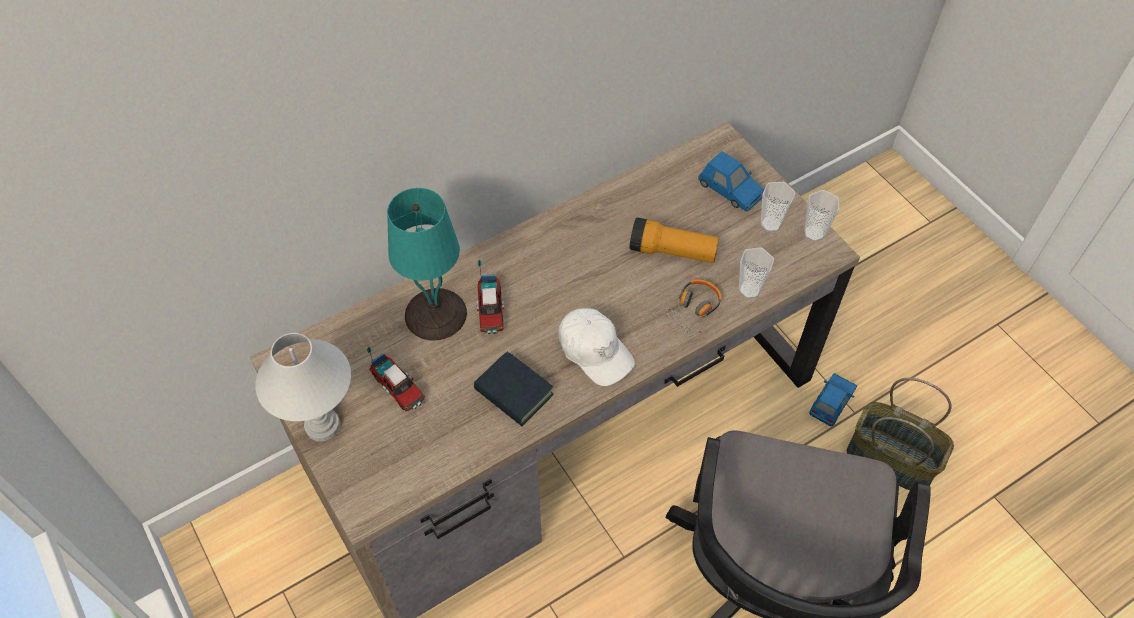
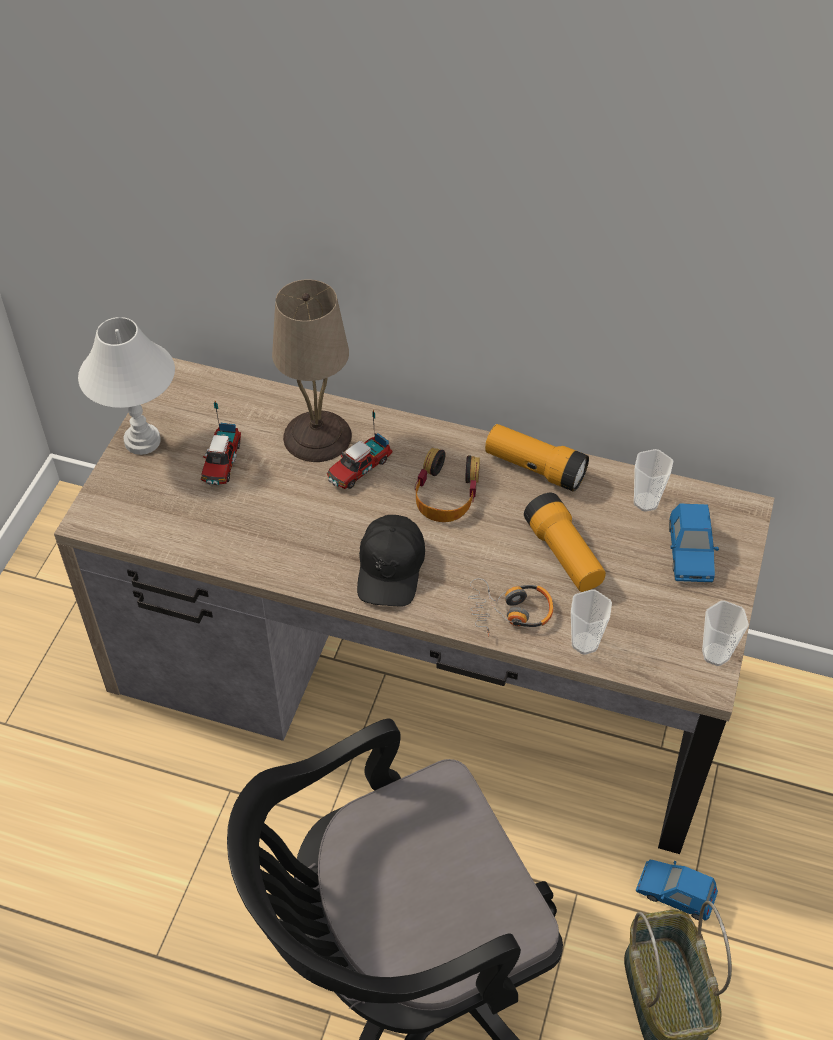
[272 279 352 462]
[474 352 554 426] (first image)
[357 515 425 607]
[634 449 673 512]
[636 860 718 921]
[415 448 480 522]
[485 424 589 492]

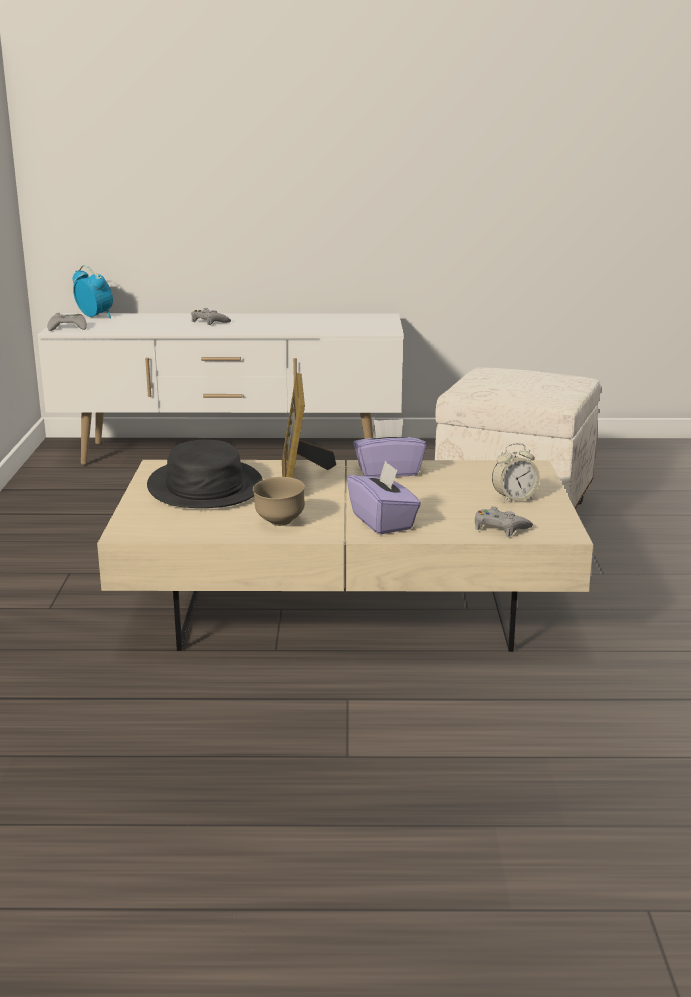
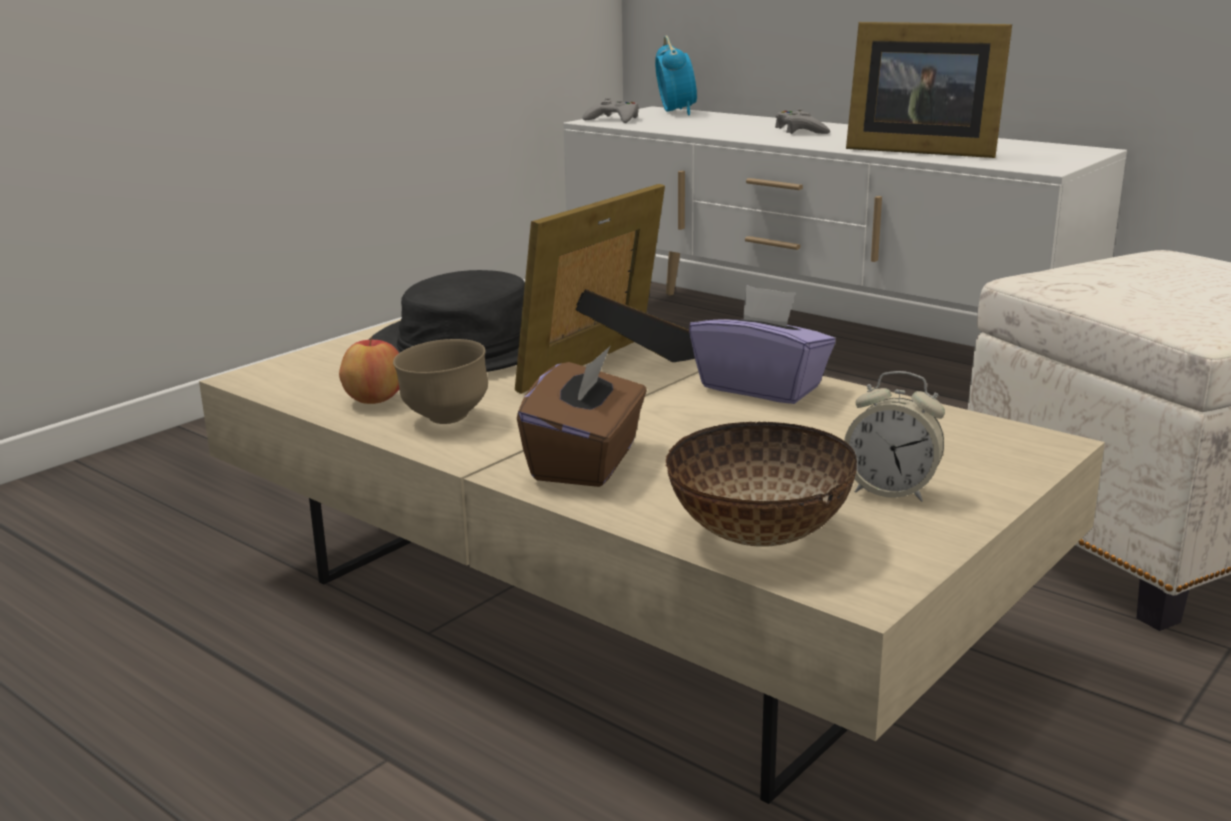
[517 346 647 487]
[666 422 857 547]
[339 335 399 404]
[846 22 1012 158]

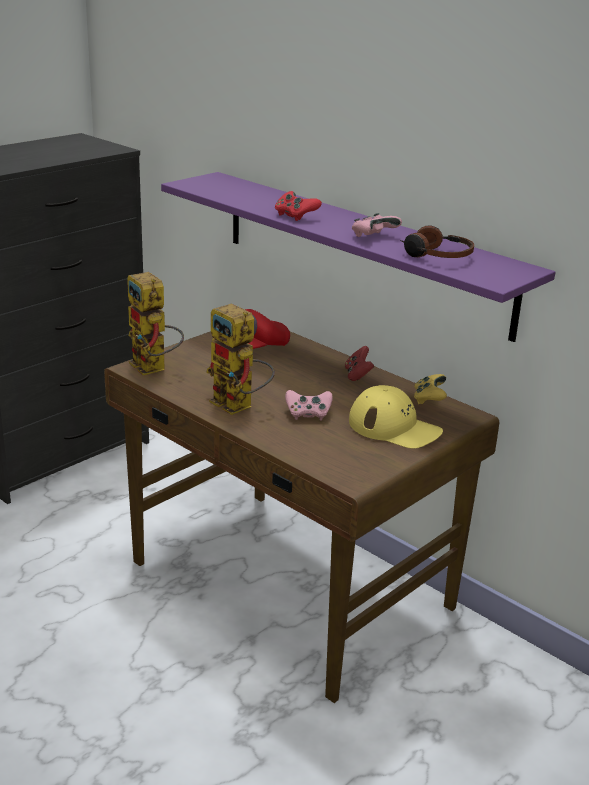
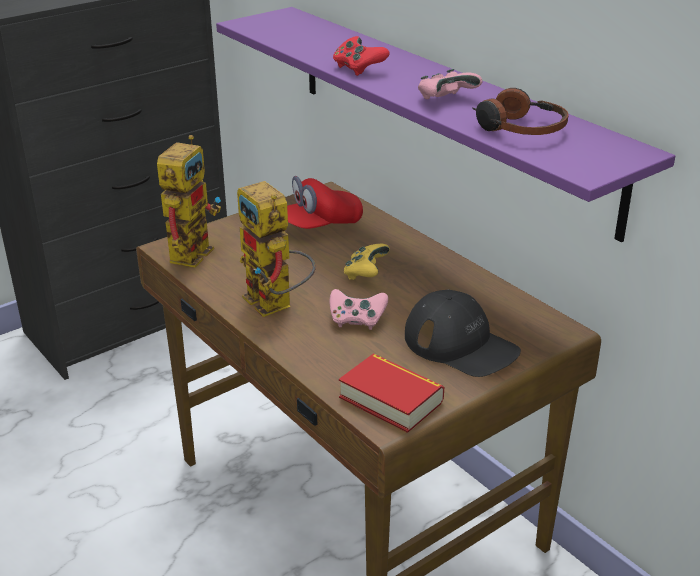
[157 135 221 268]
[345 346 374 381] (first image)
[405 289 521 377]
[344 244 390 280]
[339 353 444 433]

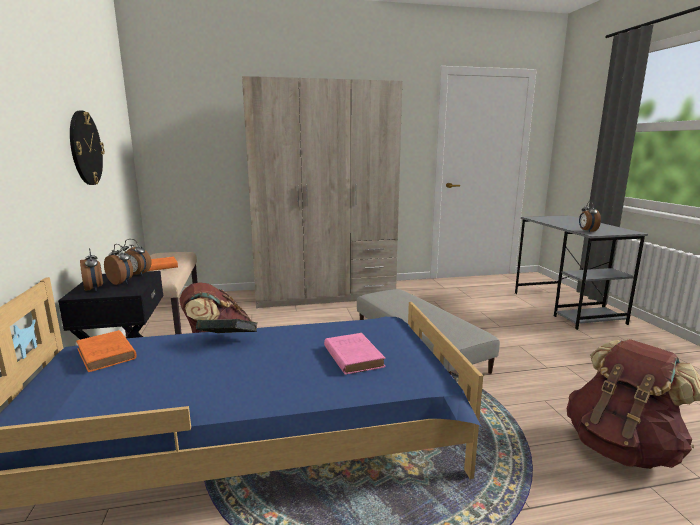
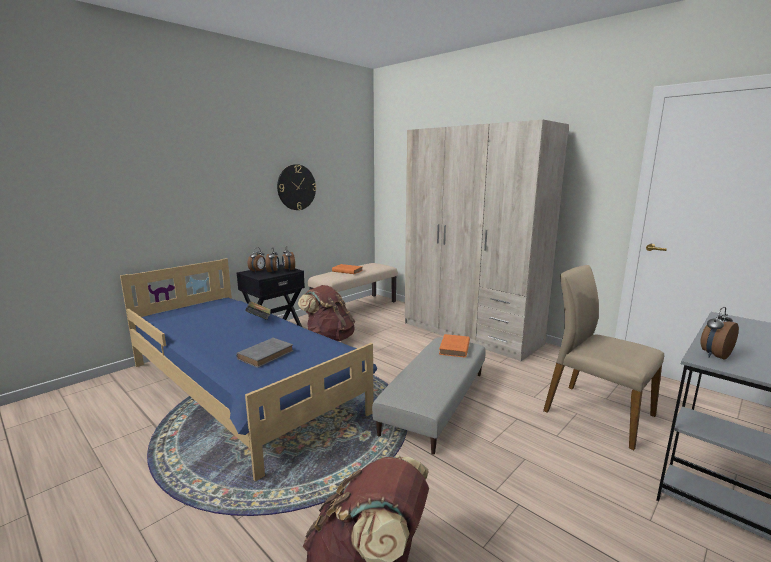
[439 334 470 358]
[236 338 294 368]
[543 265 664 450]

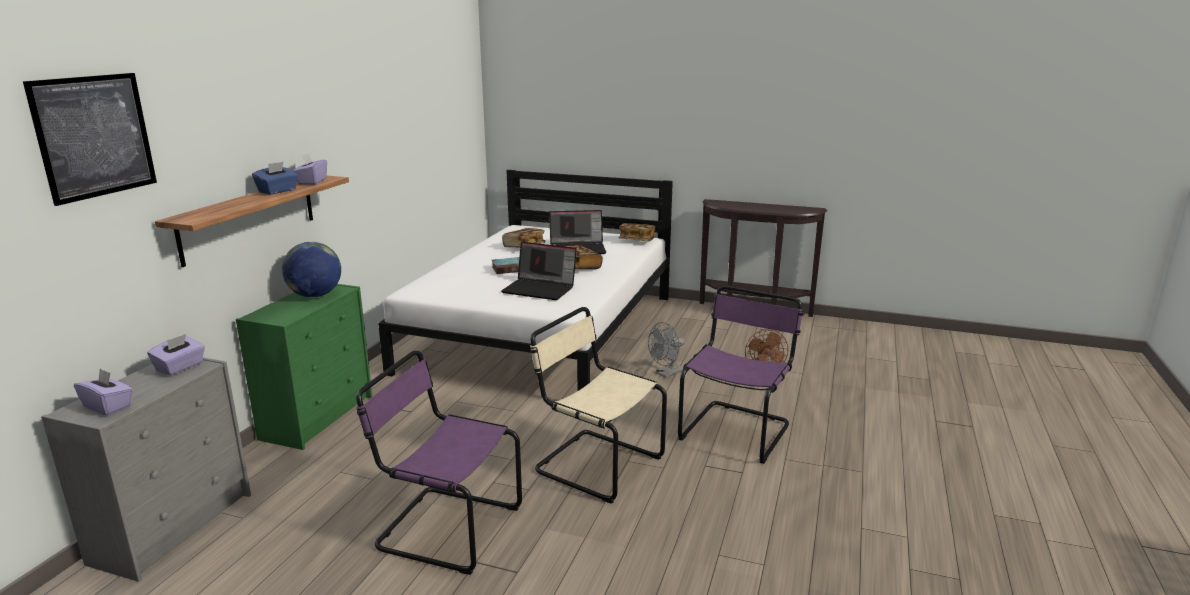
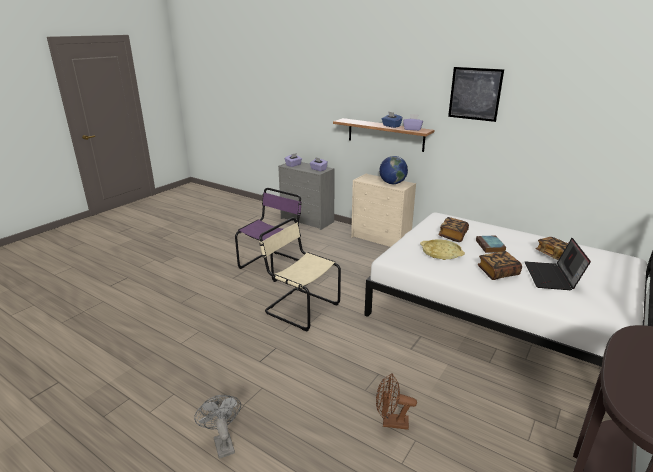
[448 67 504 122]
[351 173 416 247]
[420 239 465 260]
[259 218 341 332]
[438 217 469 242]
[194 395 241 459]
[678 285 803 464] (first image)

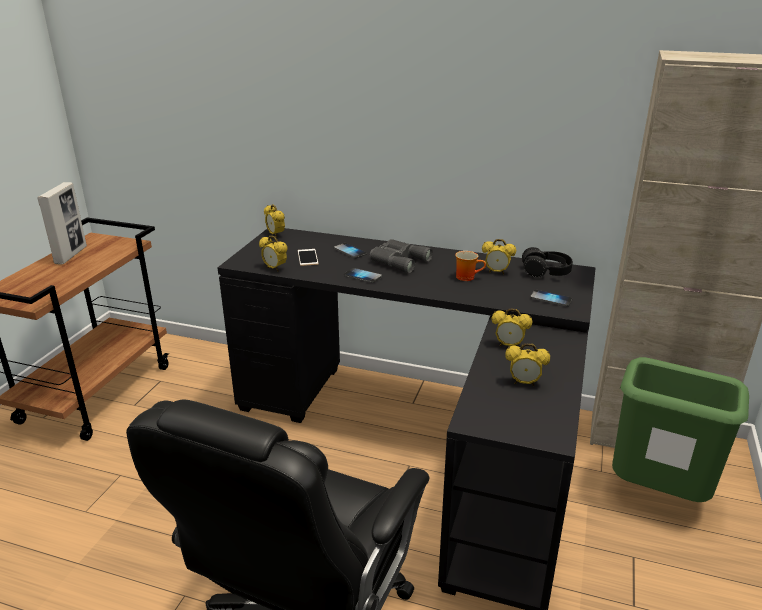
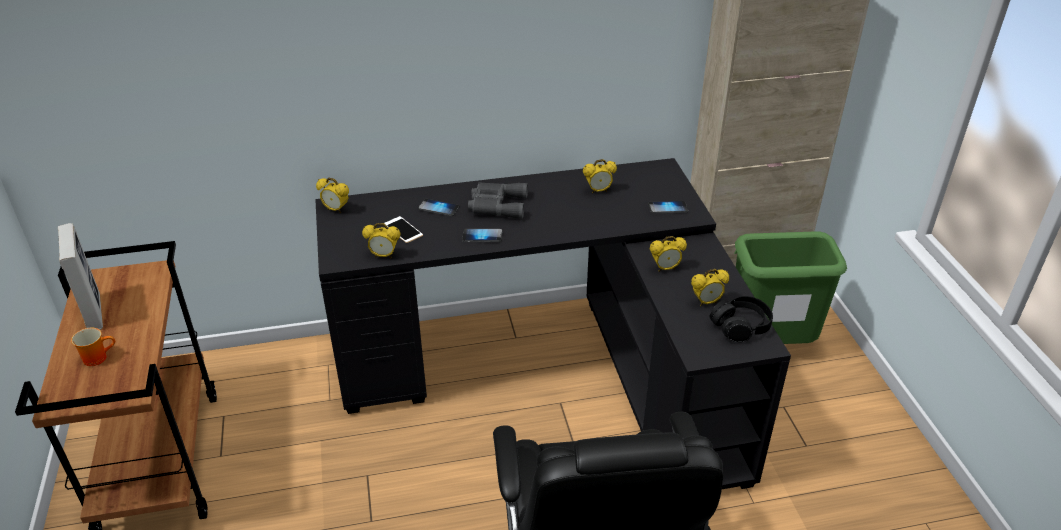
[71 328 115 366]
[709 296 773 342]

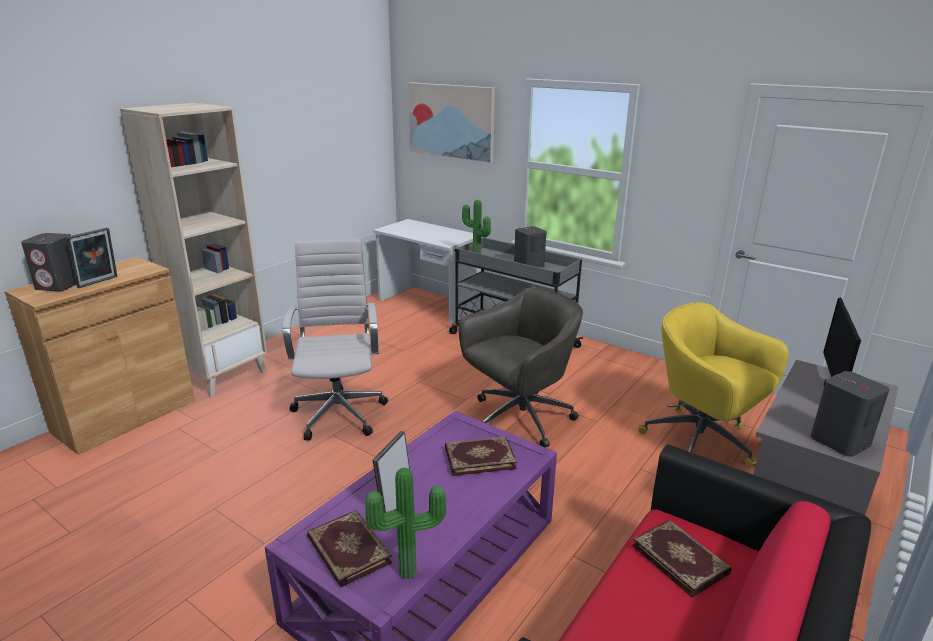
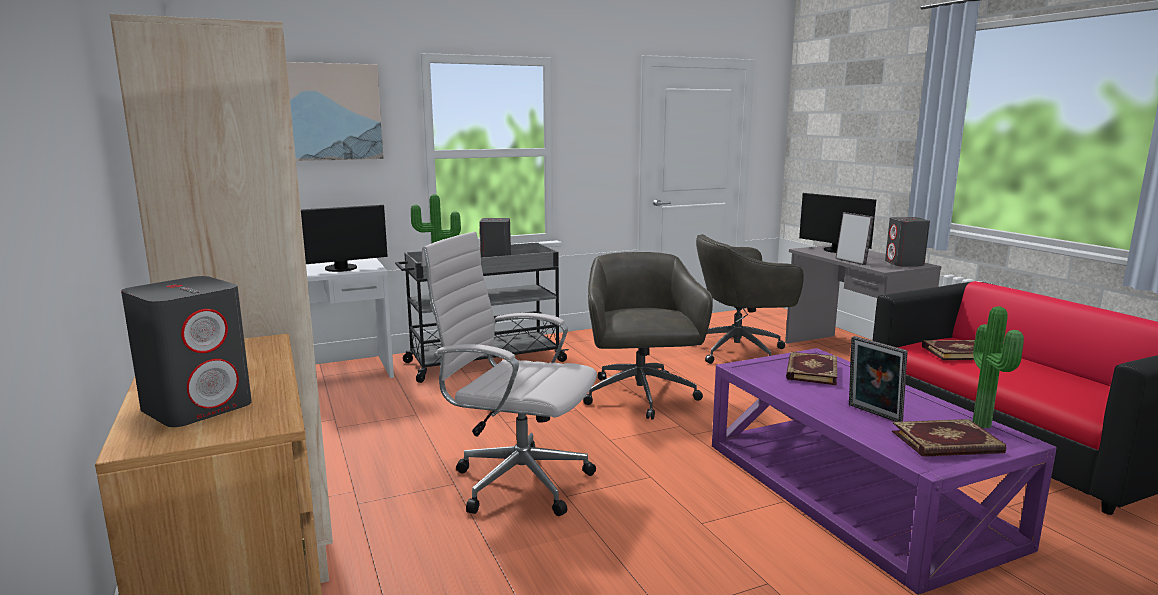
[835 212 874 265]
[696 234 804 364]
[301 205 388 272]

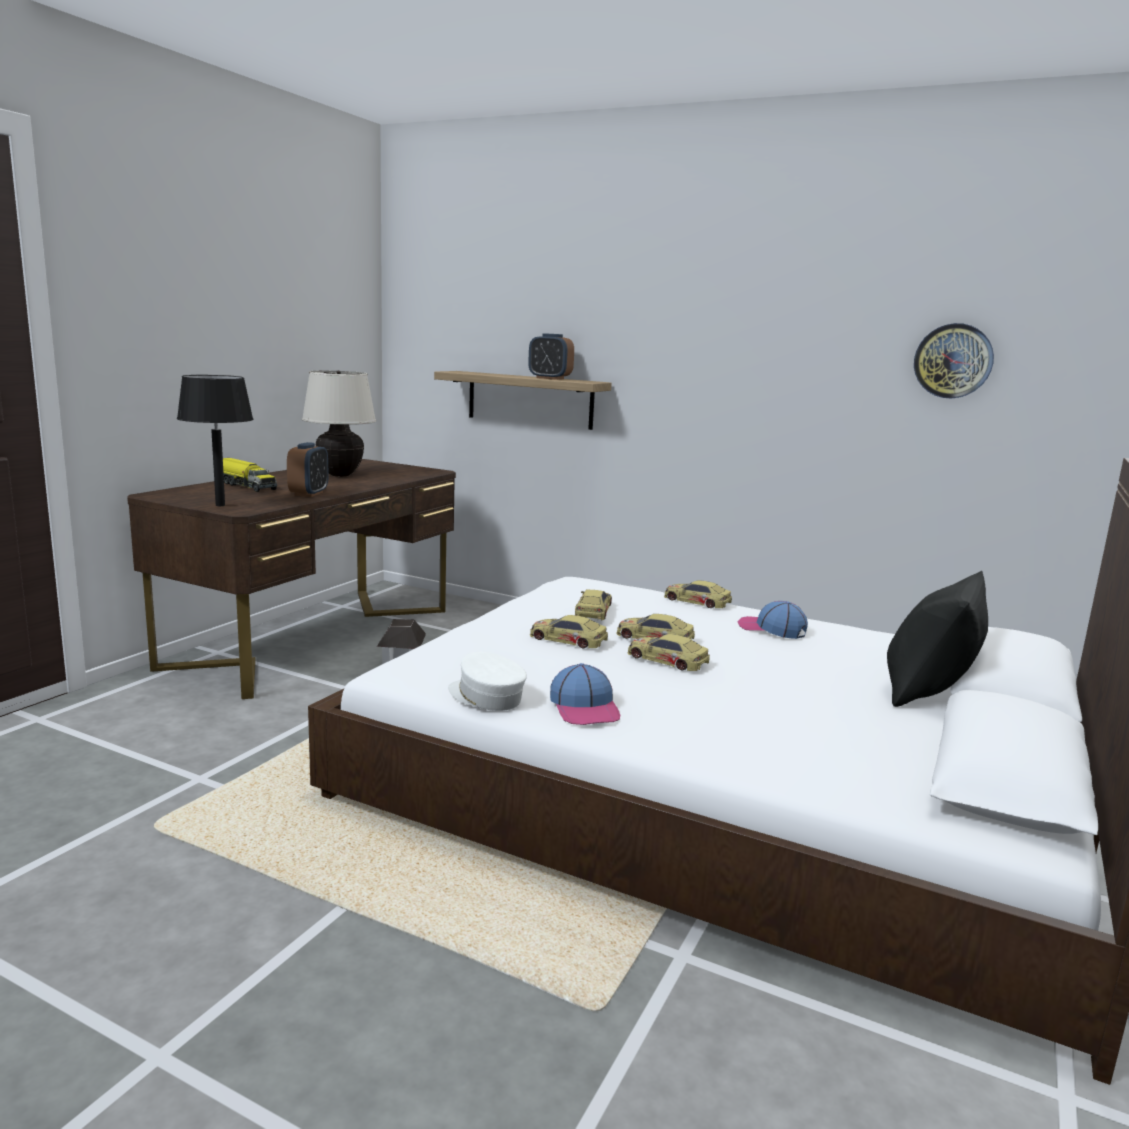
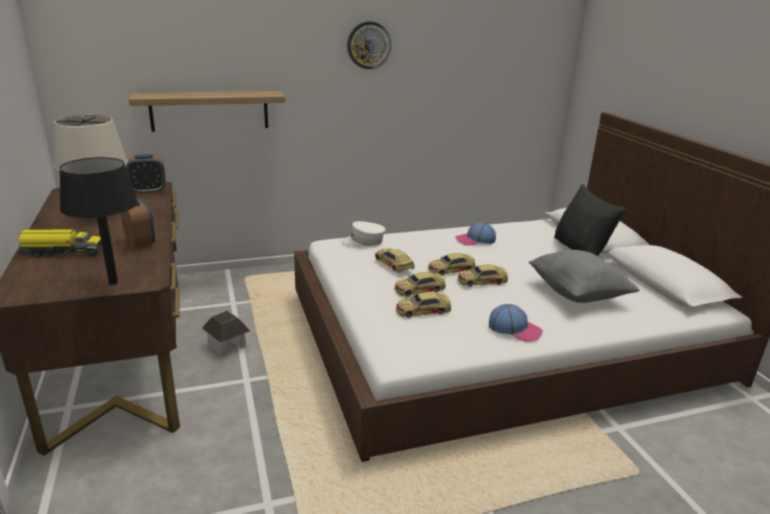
[341 221 386 247]
[126 154 166 194]
[396 292 451 318]
[347 21 391 69]
[529 250 640 303]

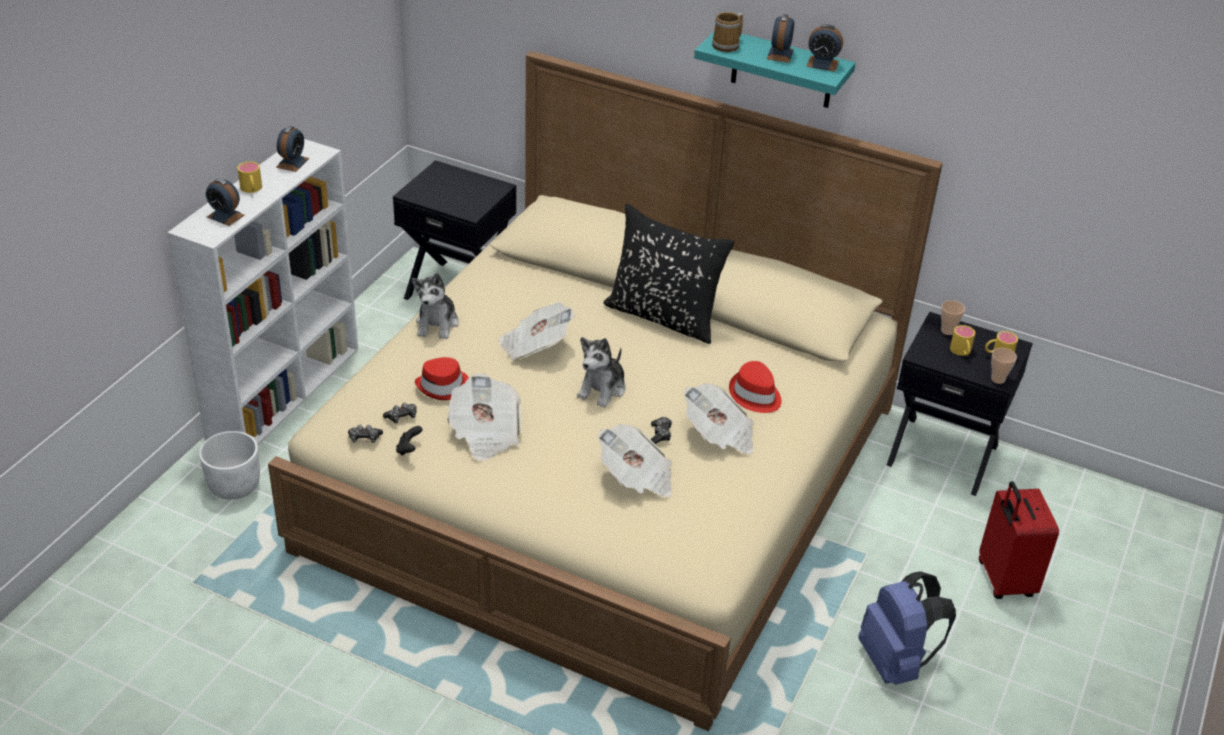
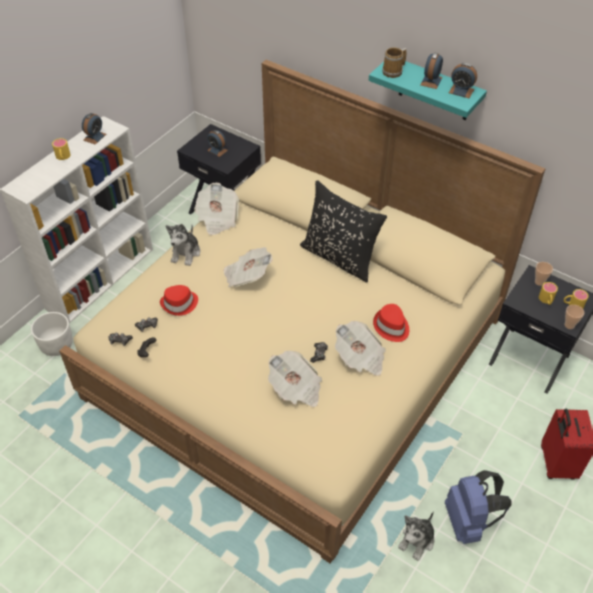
[207 130 228 157]
[194 183 239 235]
[398 511 434 561]

